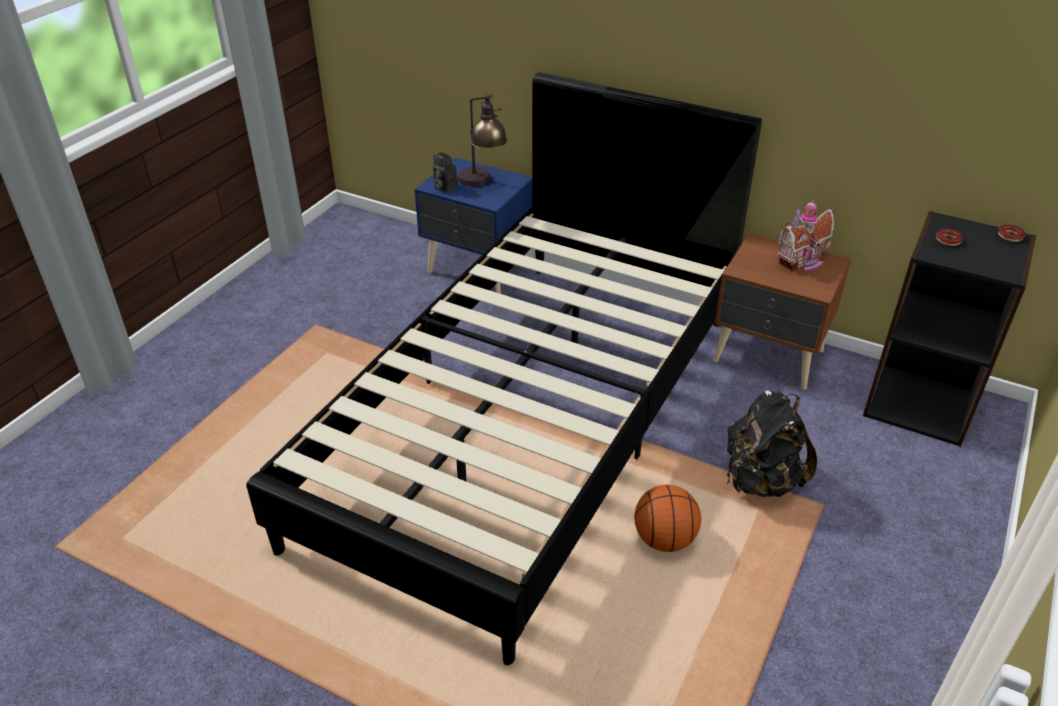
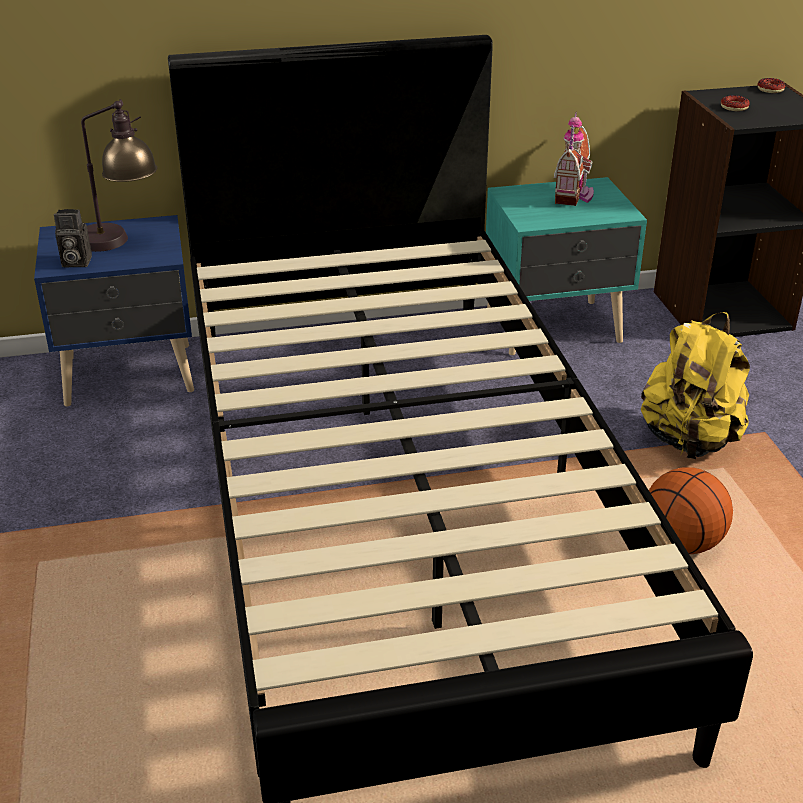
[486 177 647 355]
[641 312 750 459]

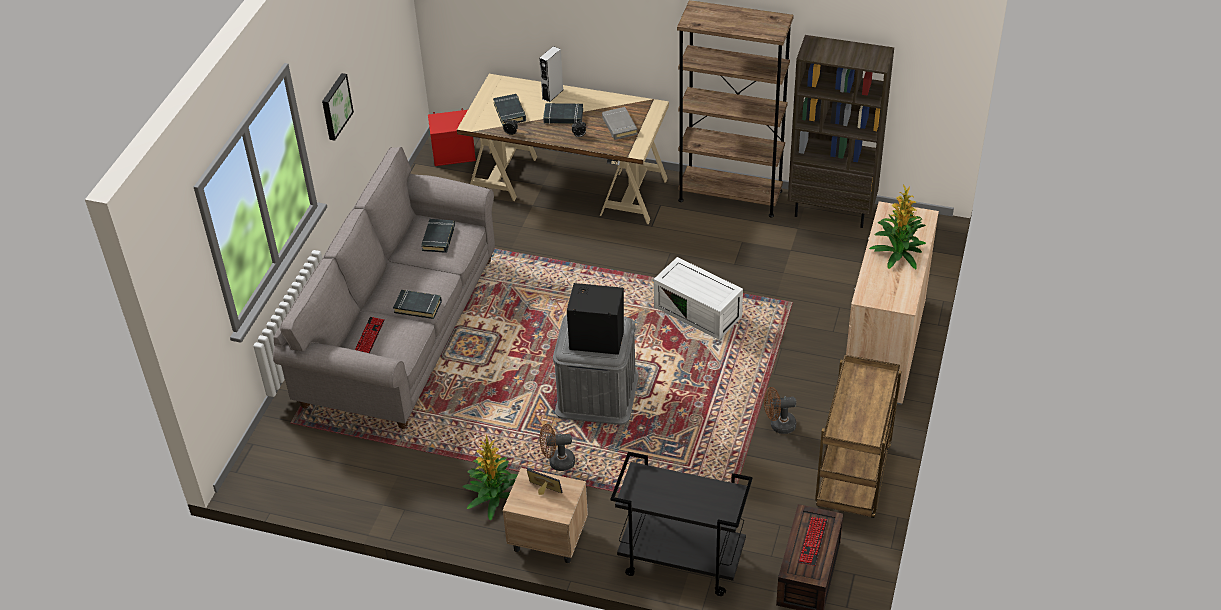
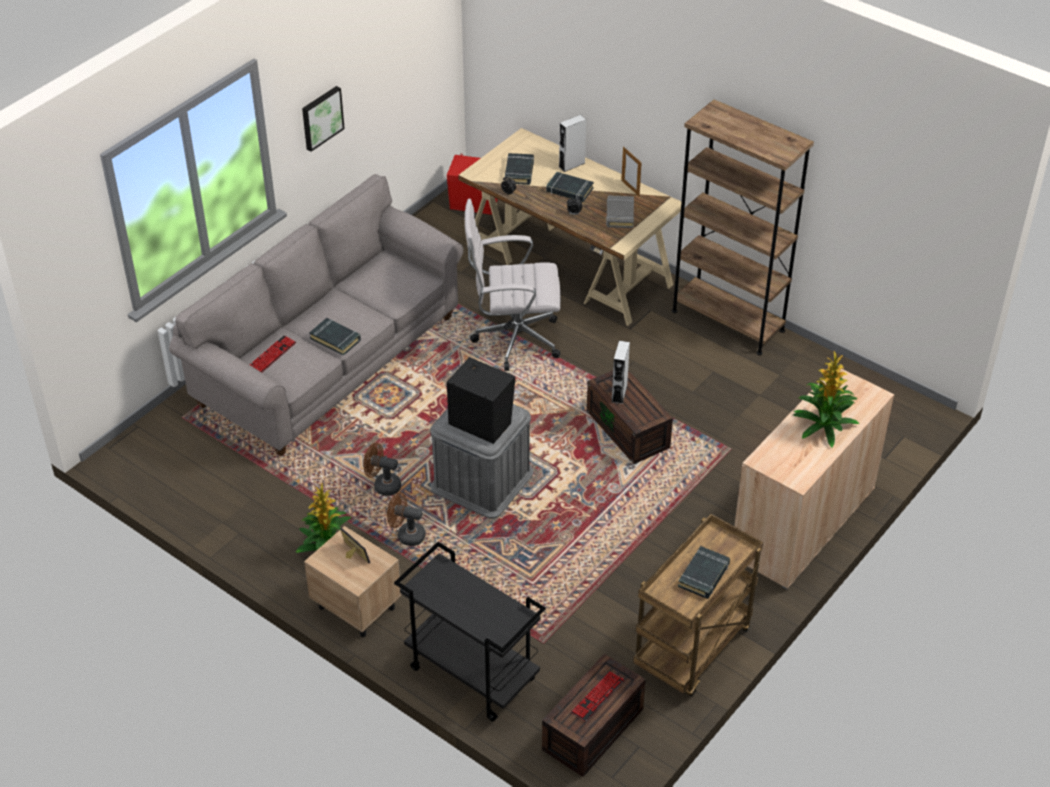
[678 546 730 599]
[587 370 673 464]
[363 443 401 496]
[788 35 894 228] (first image)
[465 199 561 371]
[611 341 630 404]
[621 146 642 197]

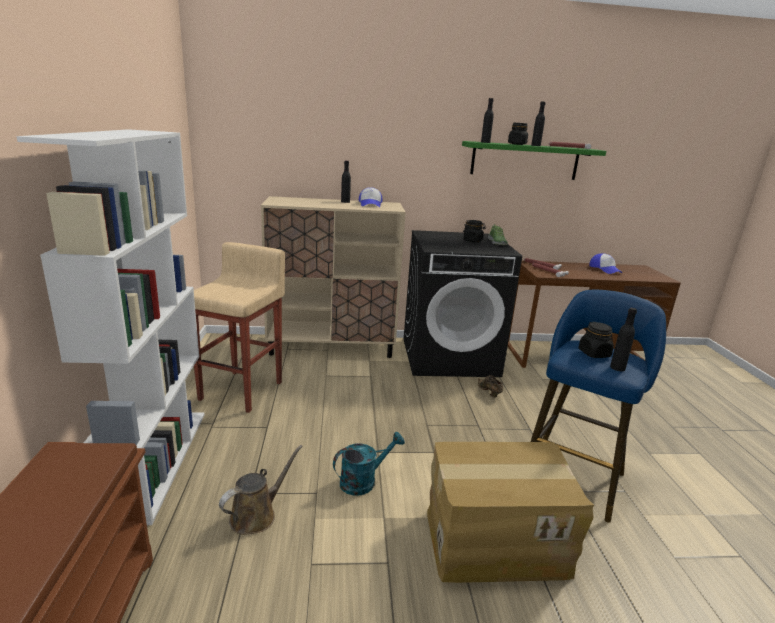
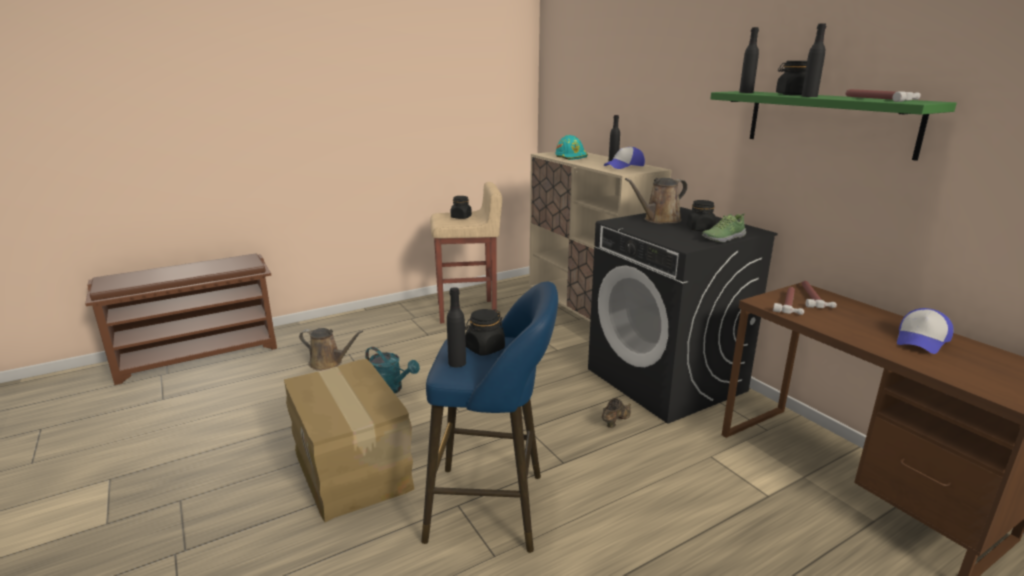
[16 129 204 525] (first image)
[451 196 472 219]
[555 135 588 160]
[625 178 687 224]

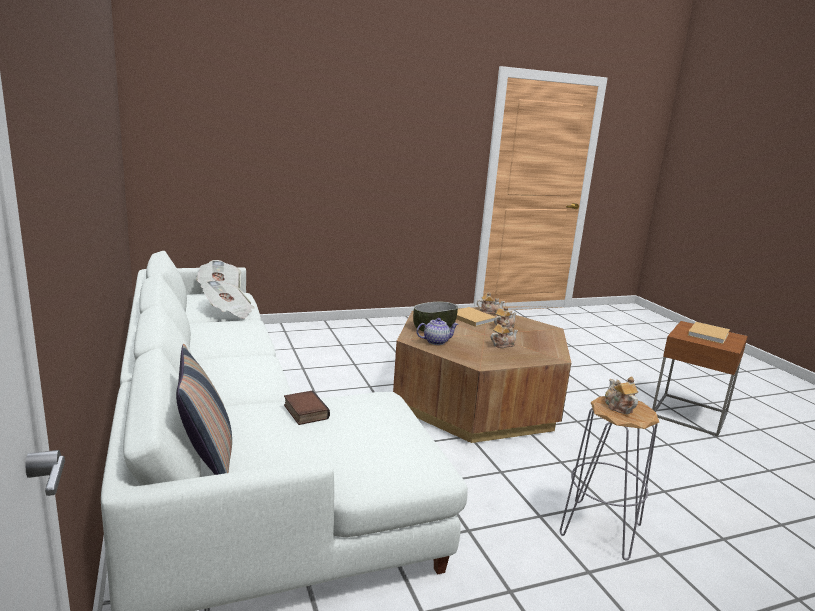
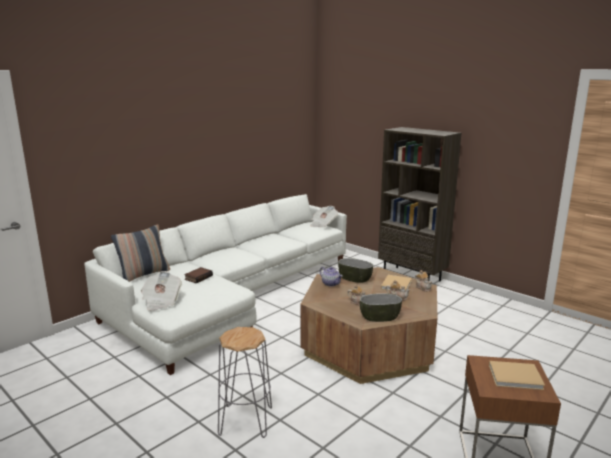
[141 271 182 311]
[604 376 638 414] (first image)
[360 293 402 322]
[378 127 461 281]

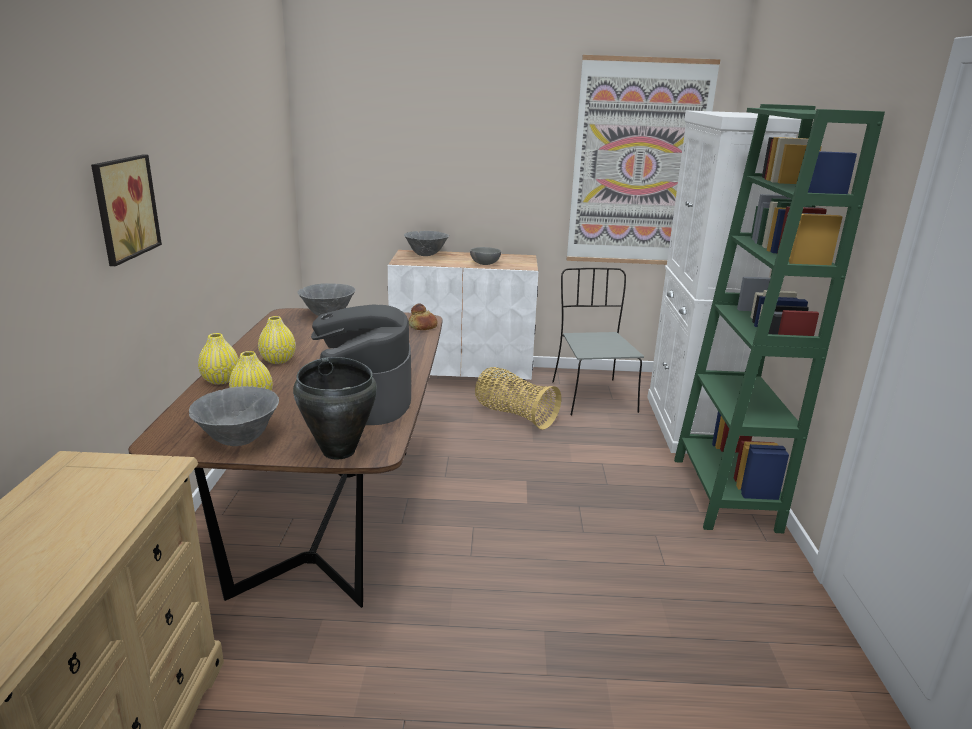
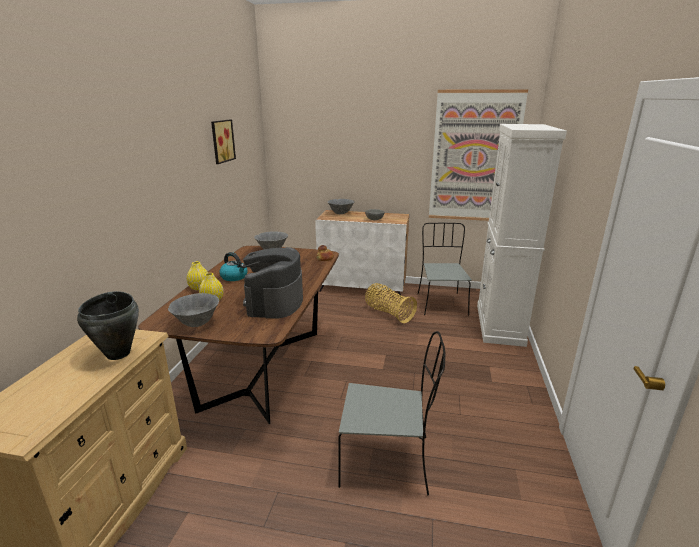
[211 120 236 164]
[220 252 248 281]
[77 291 139 360]
[674 104 885 533] (first image)
[338 331 445 495]

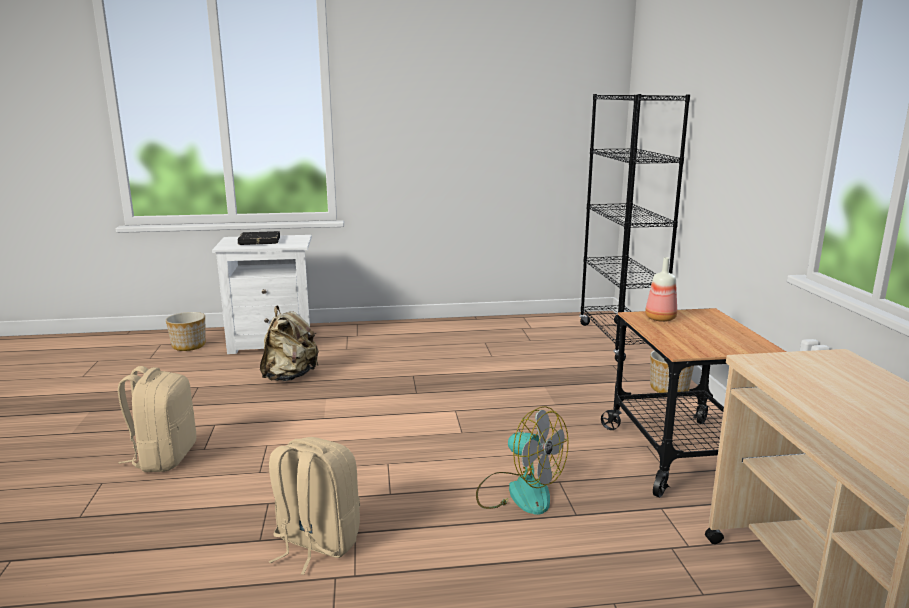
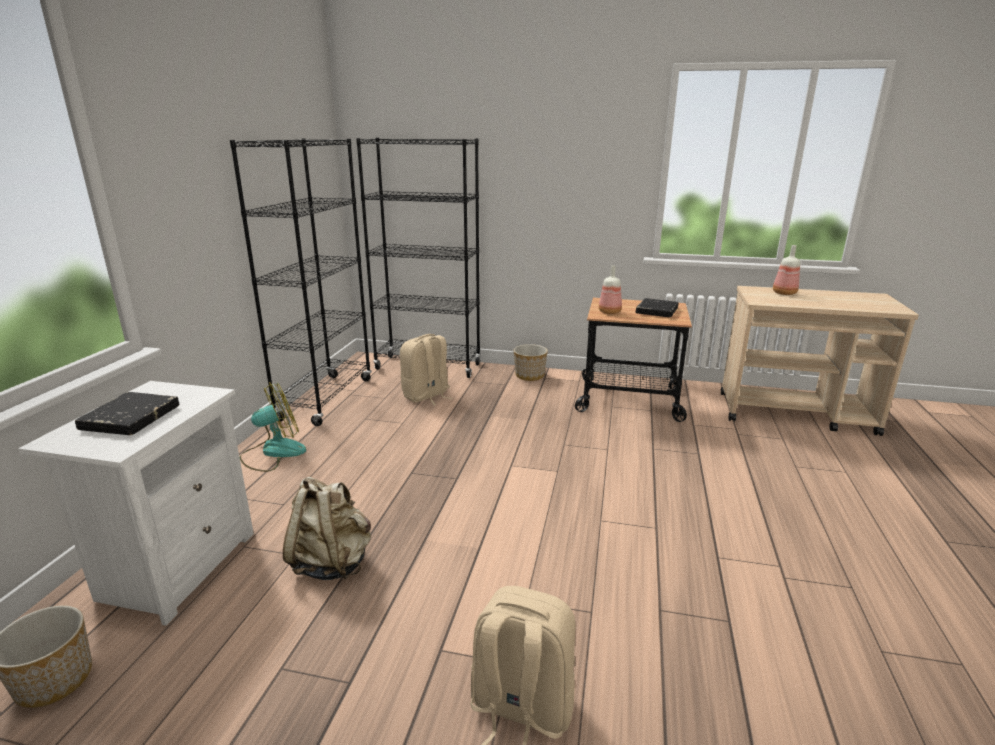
[400 334 453 406]
[240 382 306 472]
[230 138 372 426]
[636 298 678 317]
[773 245 800 295]

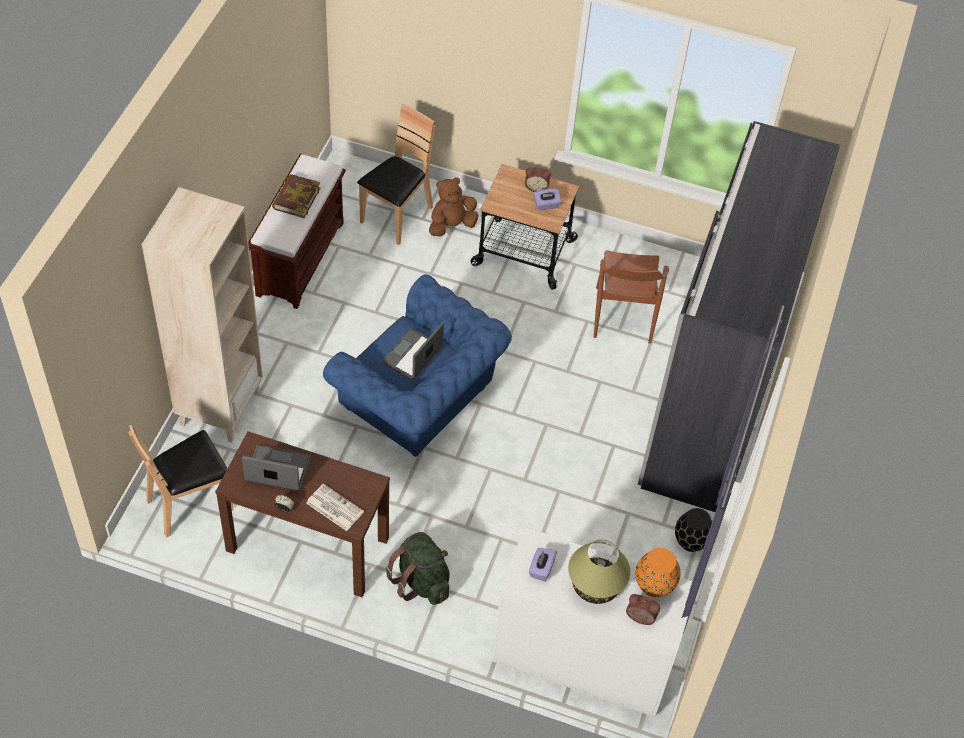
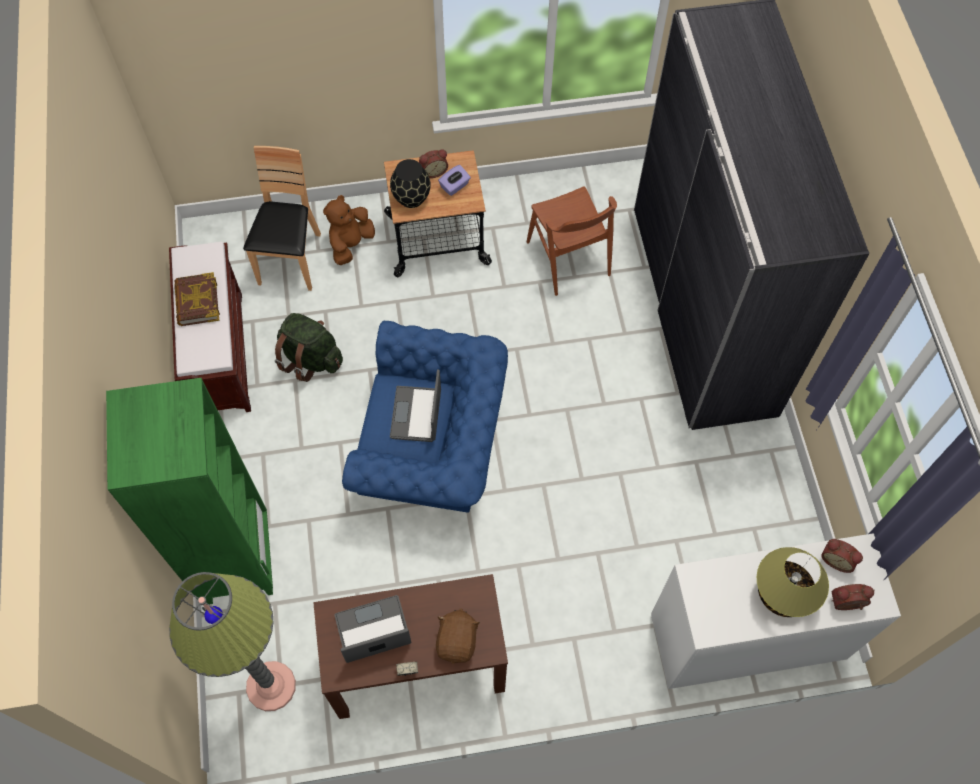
[169 572 296 711]
[106 378 273 604]
[436 608 480 664]
[275 313 343 382]
[529 548 557 582] (first image)
[821 539 863 573]
[390 159 431 208]

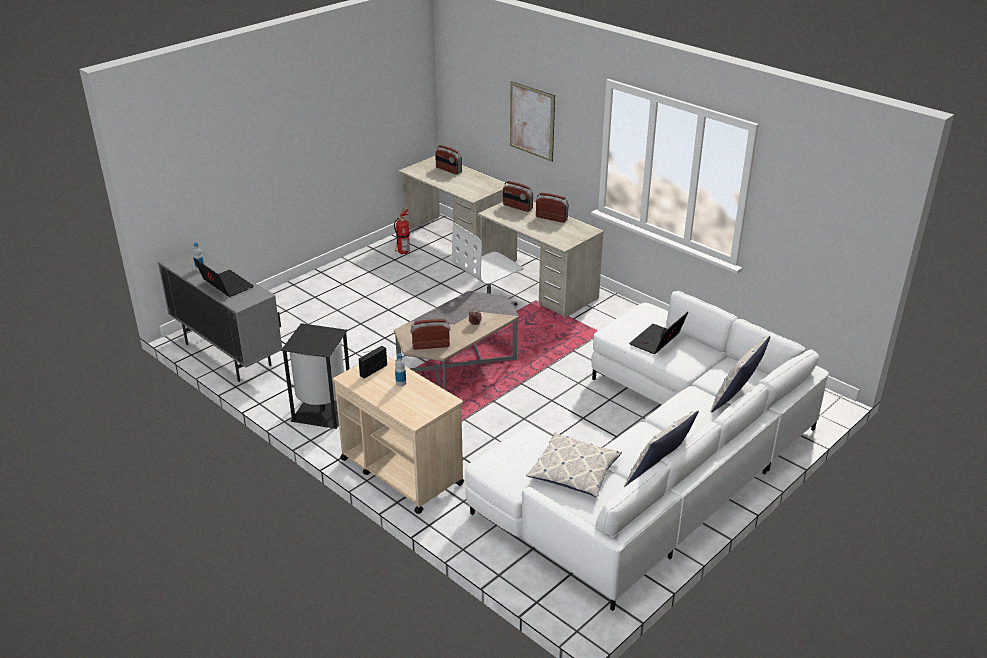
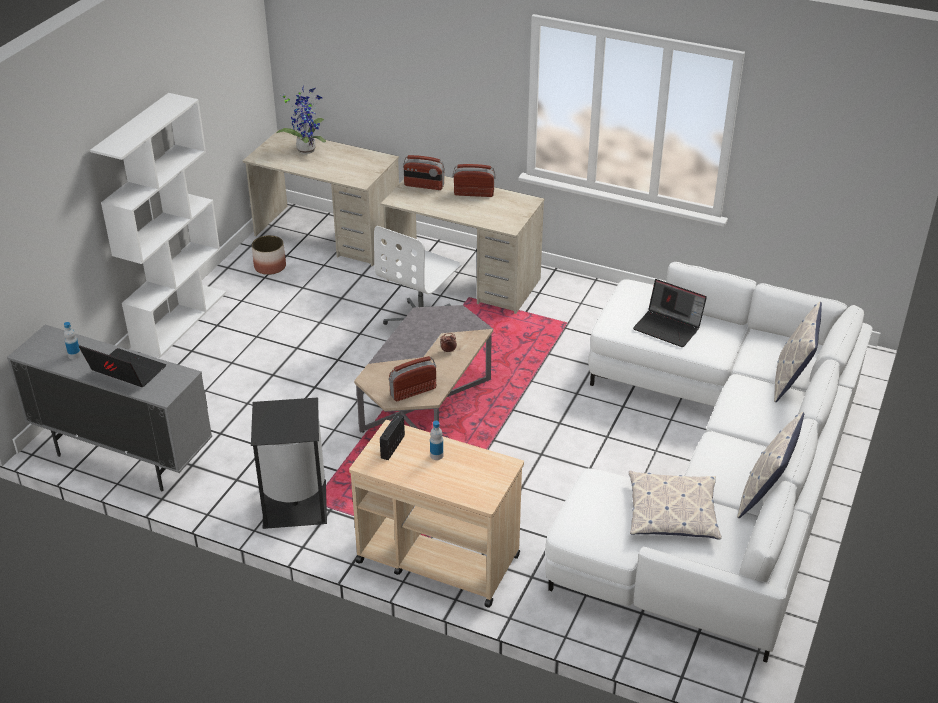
[252 235 286 275]
[276 85 326 154]
[510 81 555 162] (first image)
[633 279 707 347]
[90 93 226 358]

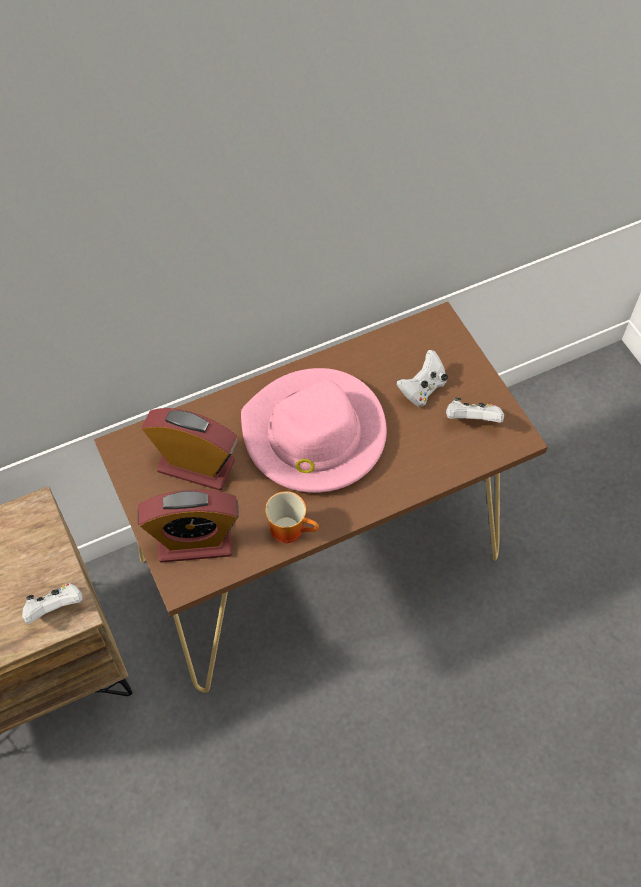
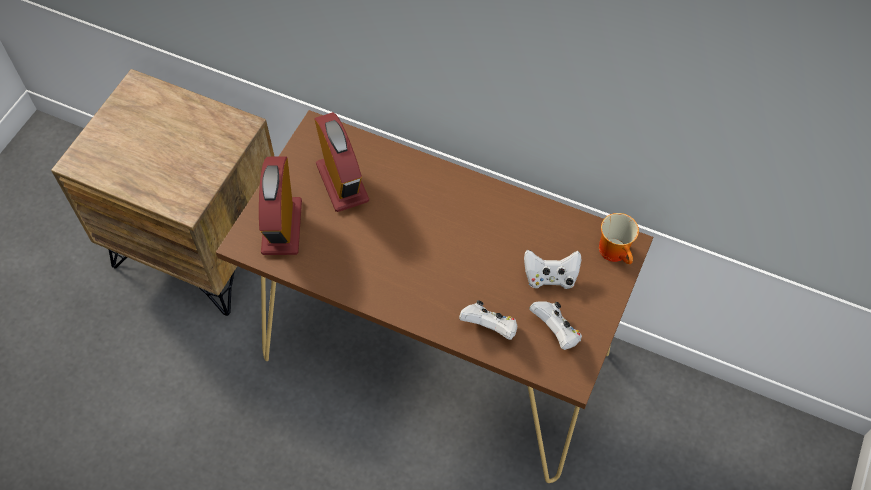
[459 300 517 340]
[259 156 302 255]
[241 368 387 493] (first image)
[599 213 639 264]

